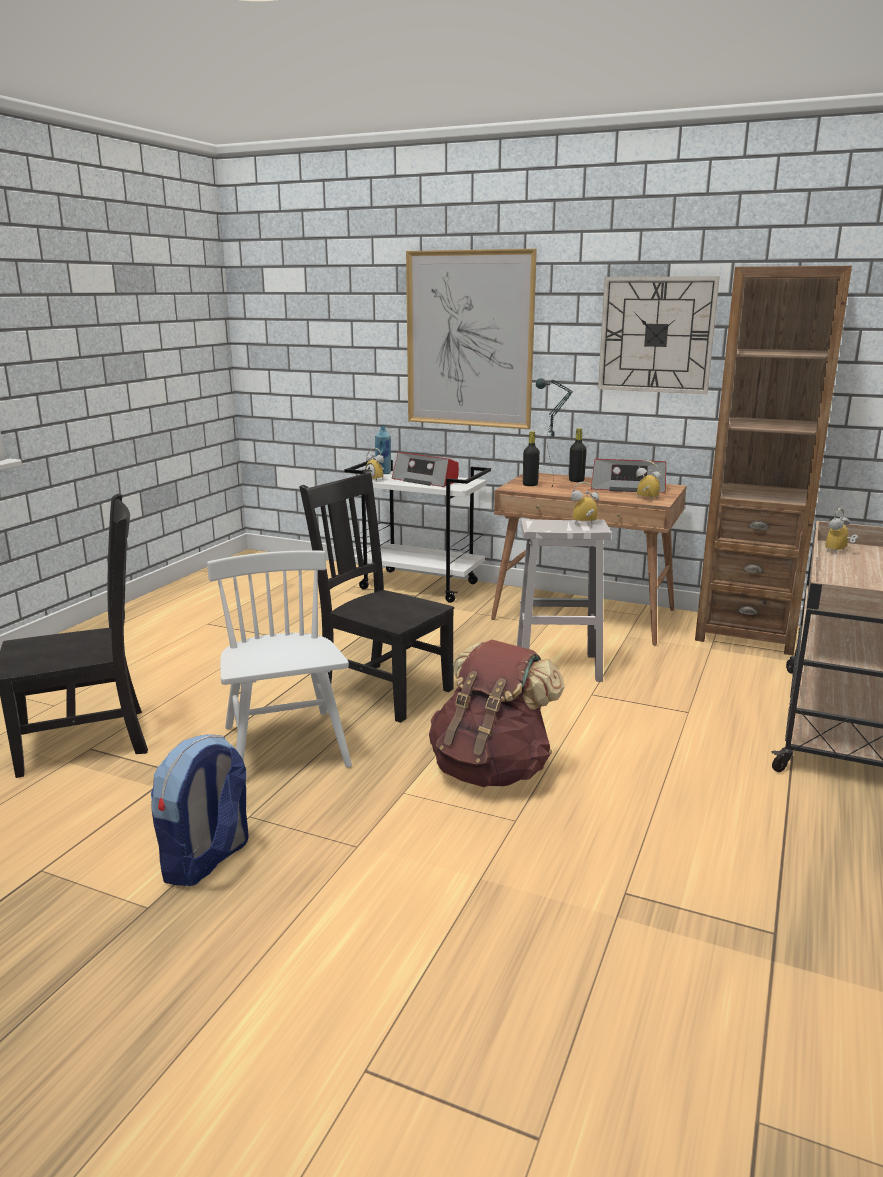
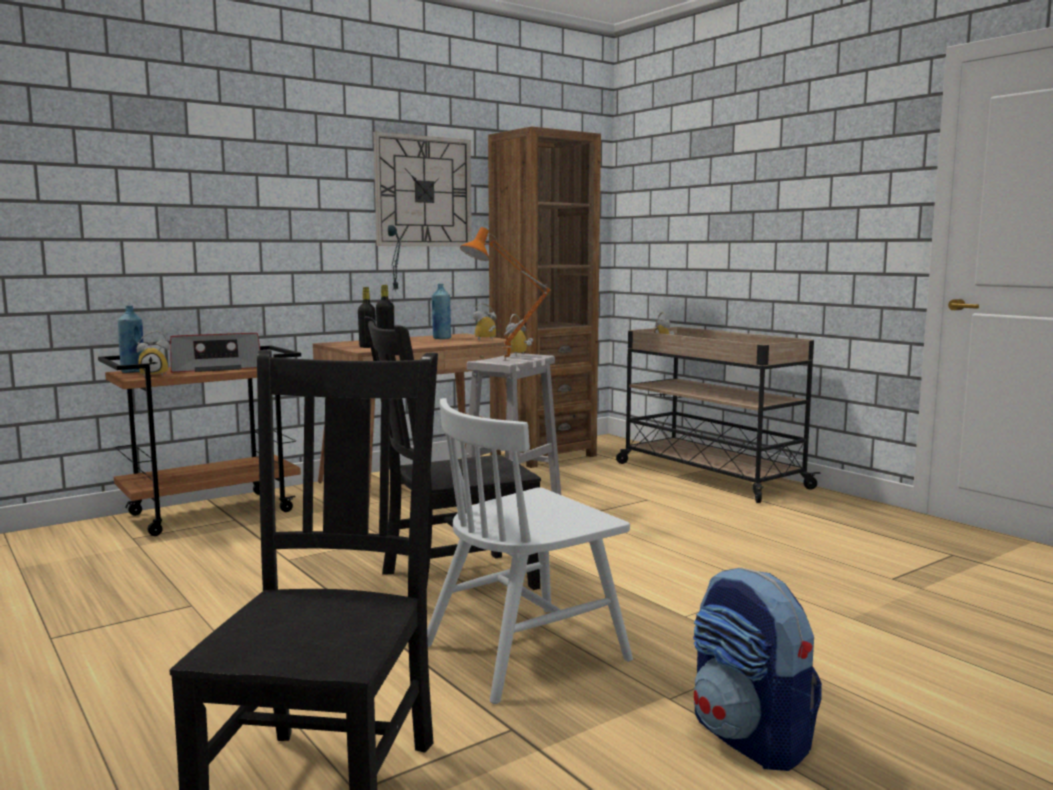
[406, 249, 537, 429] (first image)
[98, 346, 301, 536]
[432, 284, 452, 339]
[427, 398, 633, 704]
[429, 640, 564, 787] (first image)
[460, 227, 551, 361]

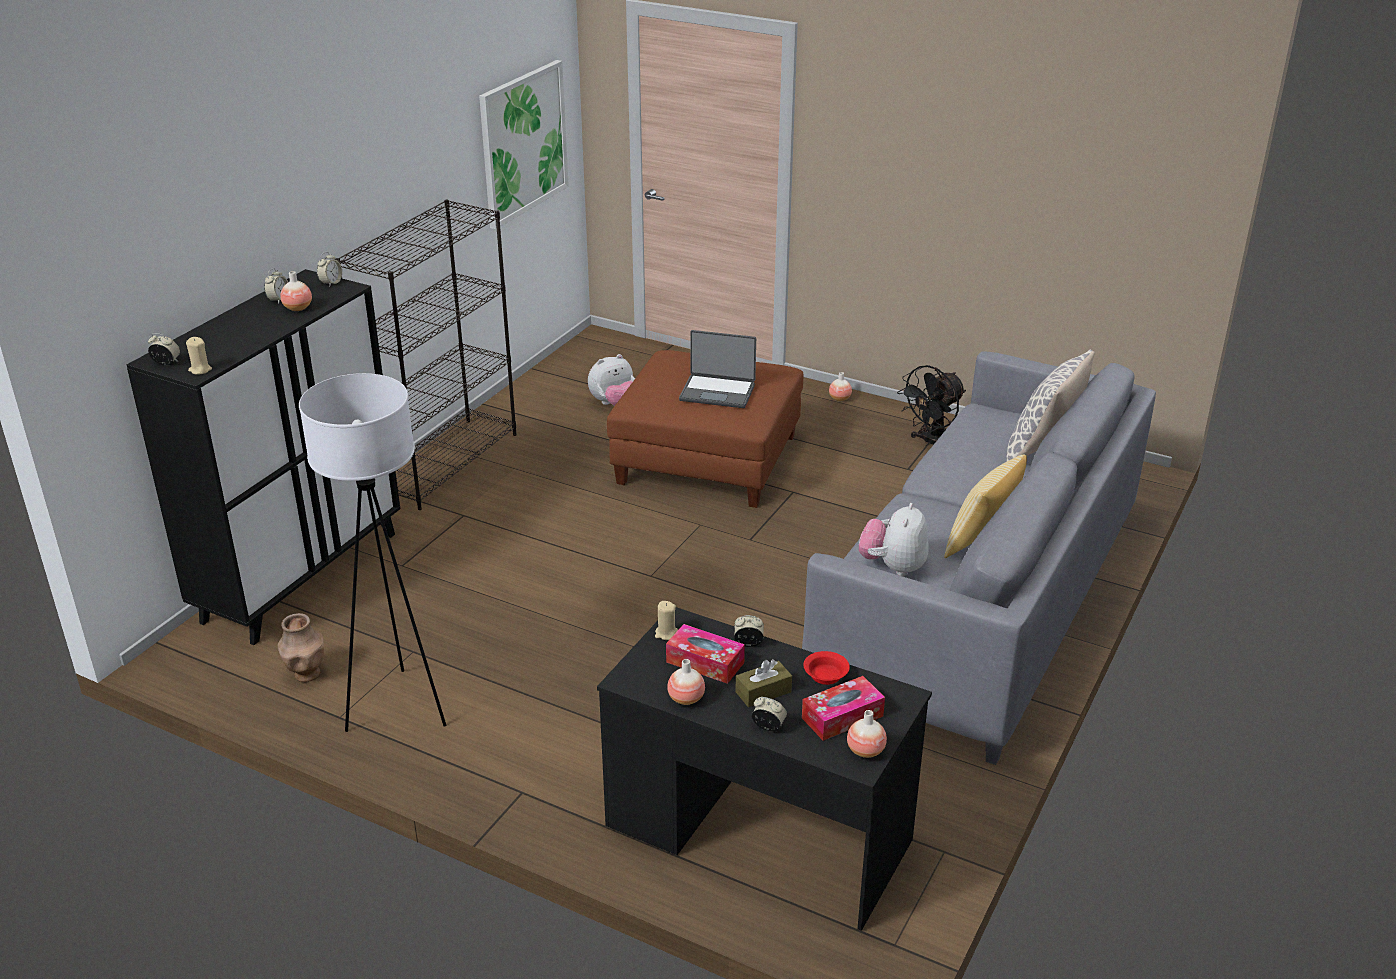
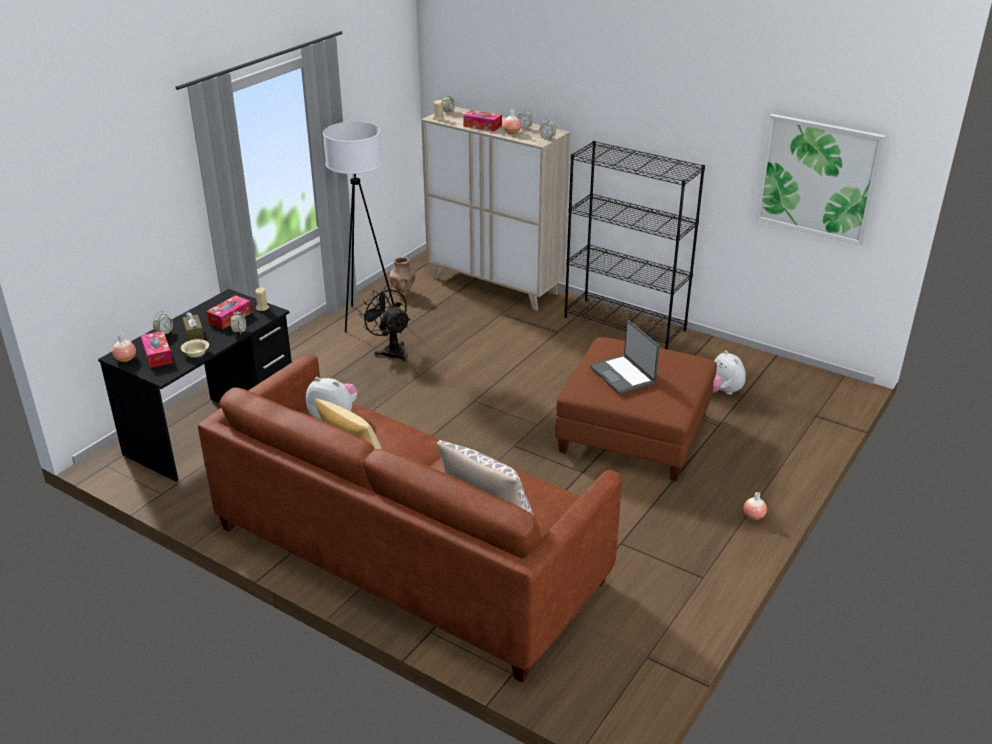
[421, 106, 570, 311]
[590, 320, 660, 394]
[198, 354, 622, 682]
[359, 286, 410, 362]
[181, 339, 209, 357]
[667, 659, 705, 705] (first image)
[463, 110, 502, 131]

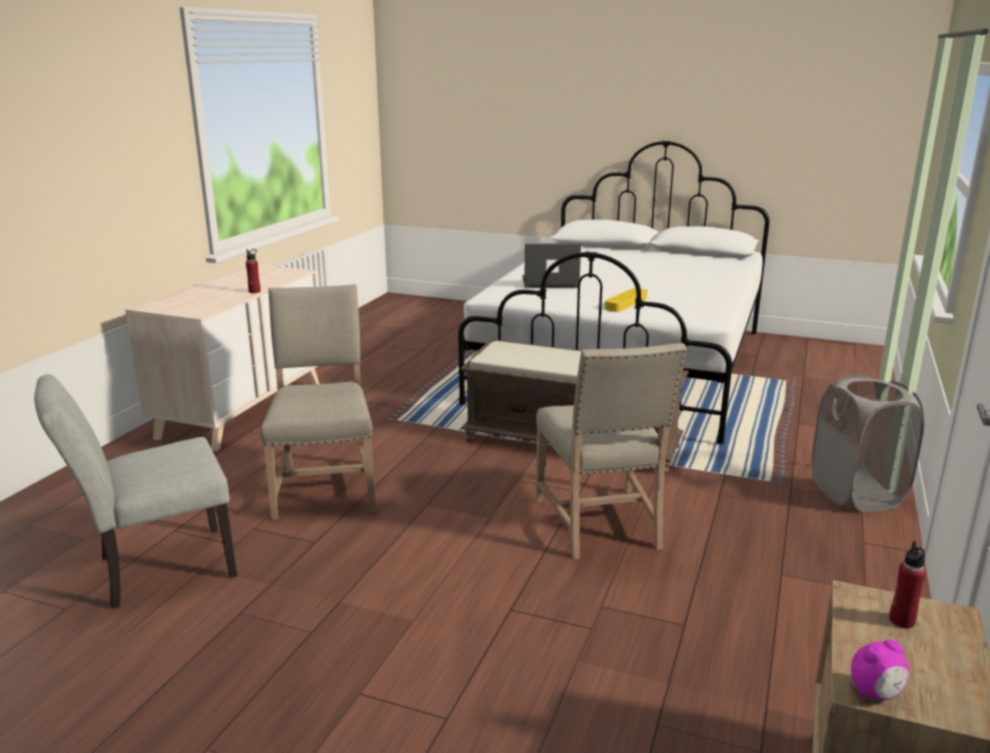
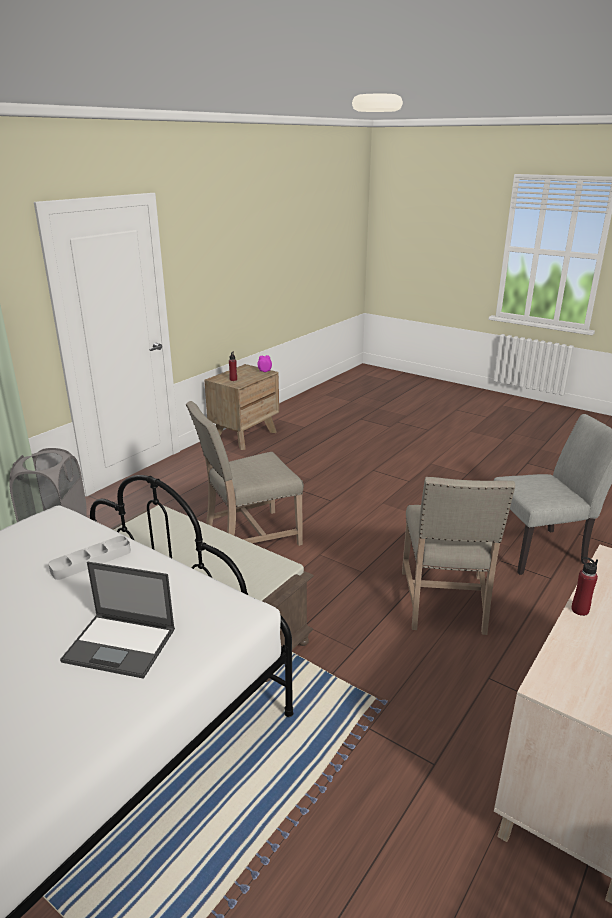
[48, 536, 131, 580]
[186, 401, 304, 546]

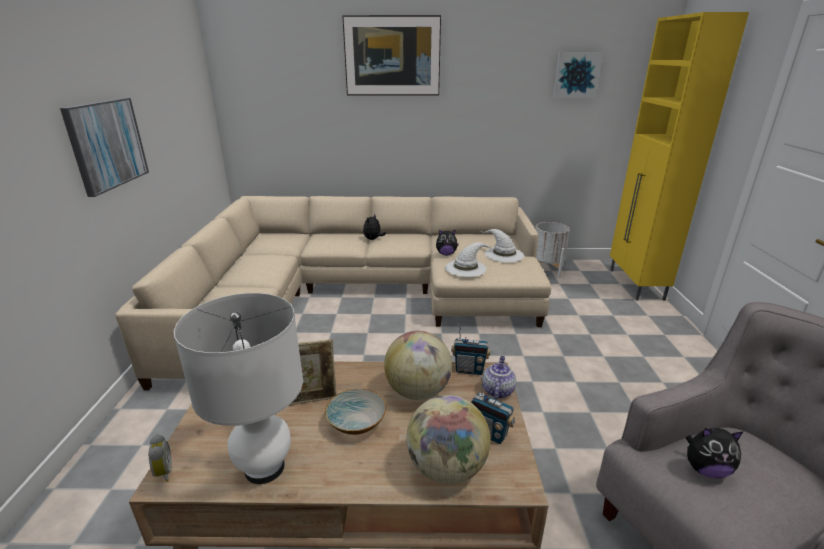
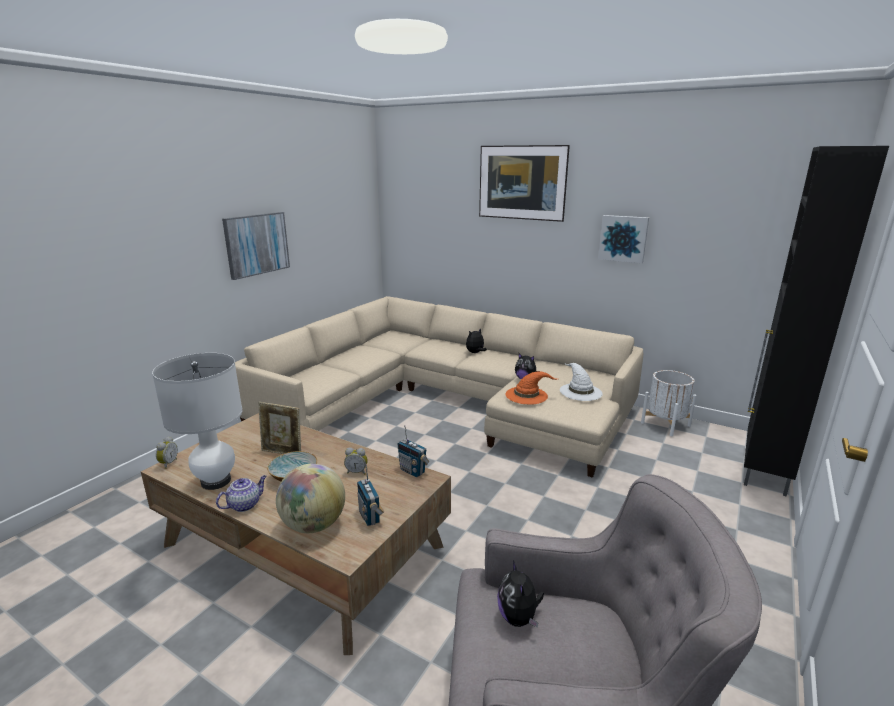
[744, 146, 889, 496]
[598, 215, 649, 263]
[505, 372, 557, 405]
[344, 447, 368, 475]
[216, 475, 267, 512]
[497, 560, 544, 628]

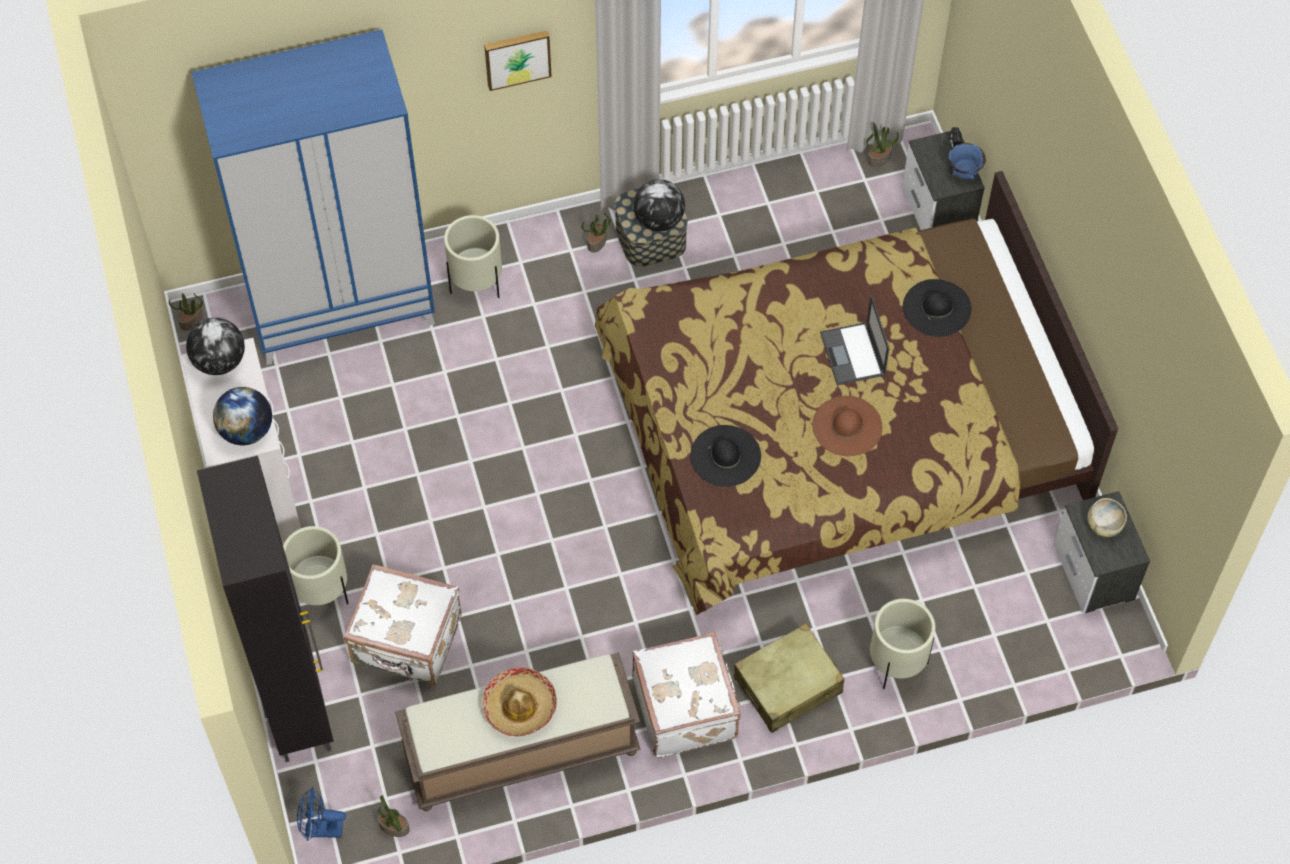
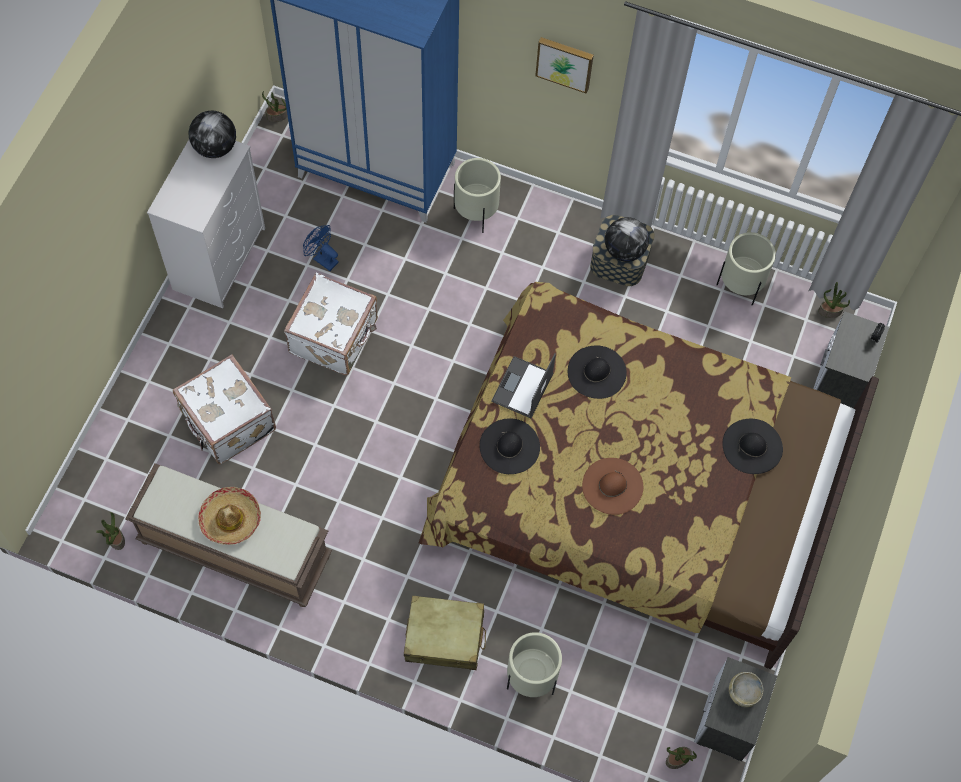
[949, 143, 986, 179] (first image)
[666, 747, 697, 769]
[491, 354, 556, 418]
[213, 387, 272, 445] (first image)
[197, 456, 334, 762] (first image)
[716, 232, 776, 305]
[284, 273, 378, 375]
[303, 225, 339, 271]
[568, 345, 627, 399]

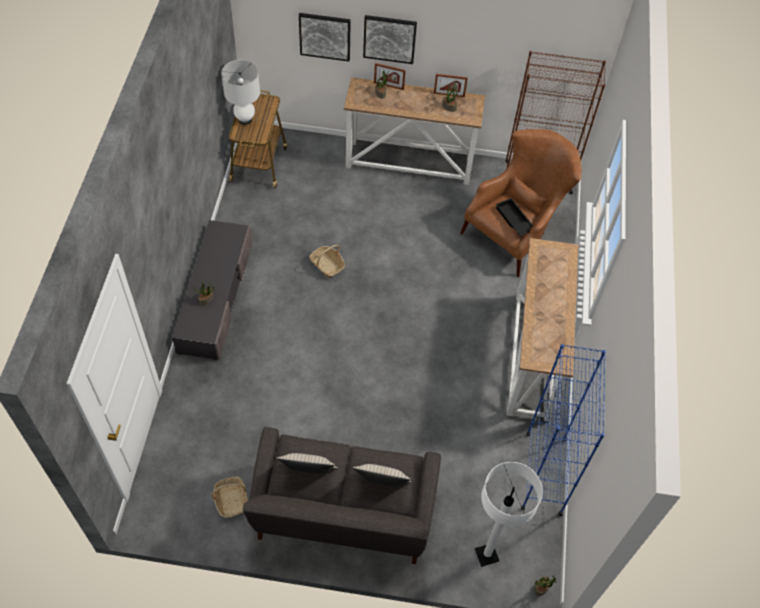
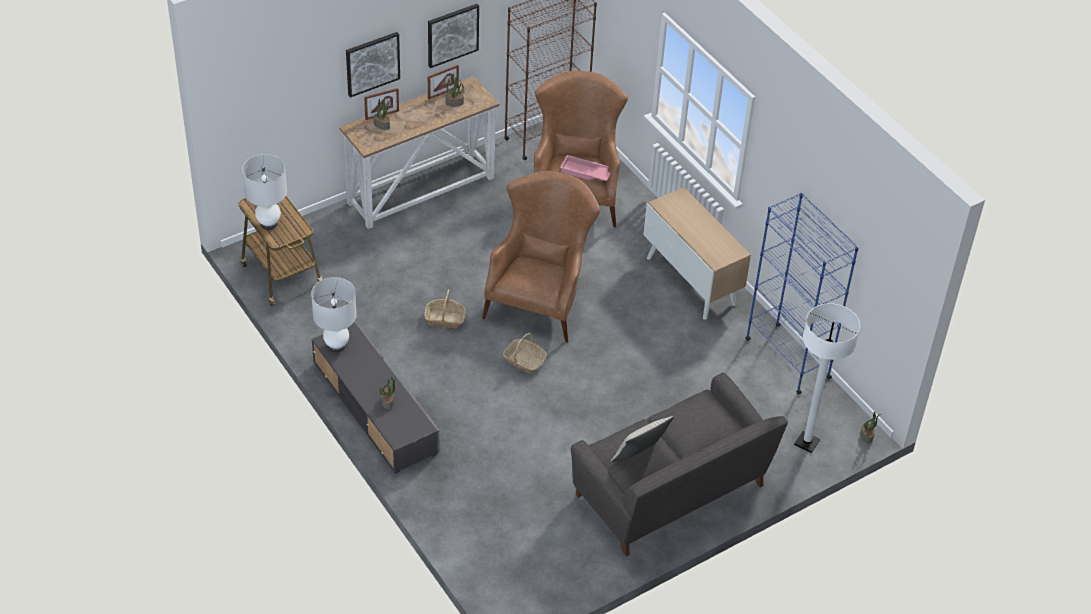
[428, 4, 479, 68]
[560, 155, 611, 181]
[643, 187, 751, 320]
[353, 464, 411, 486] (first image)
[503, 333, 547, 374]
[482, 171, 600, 342]
[311, 277, 357, 352]

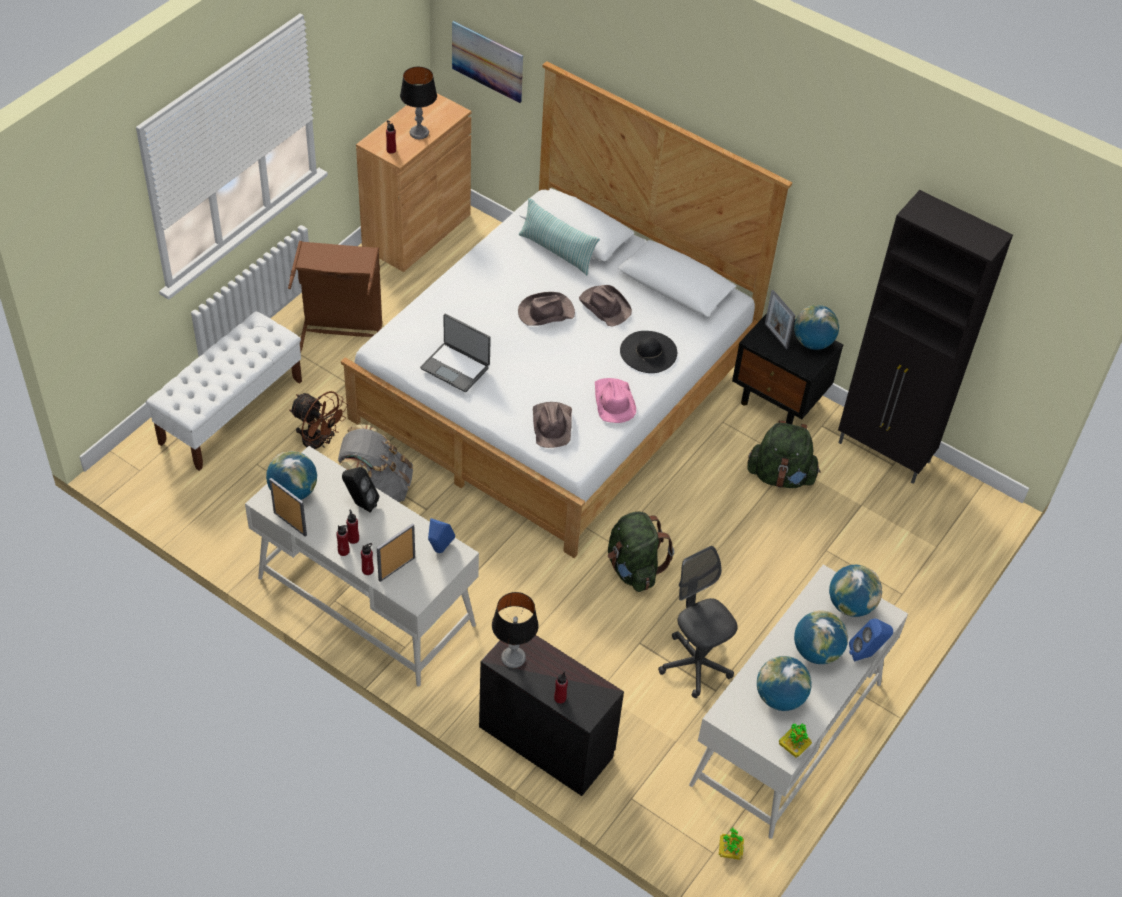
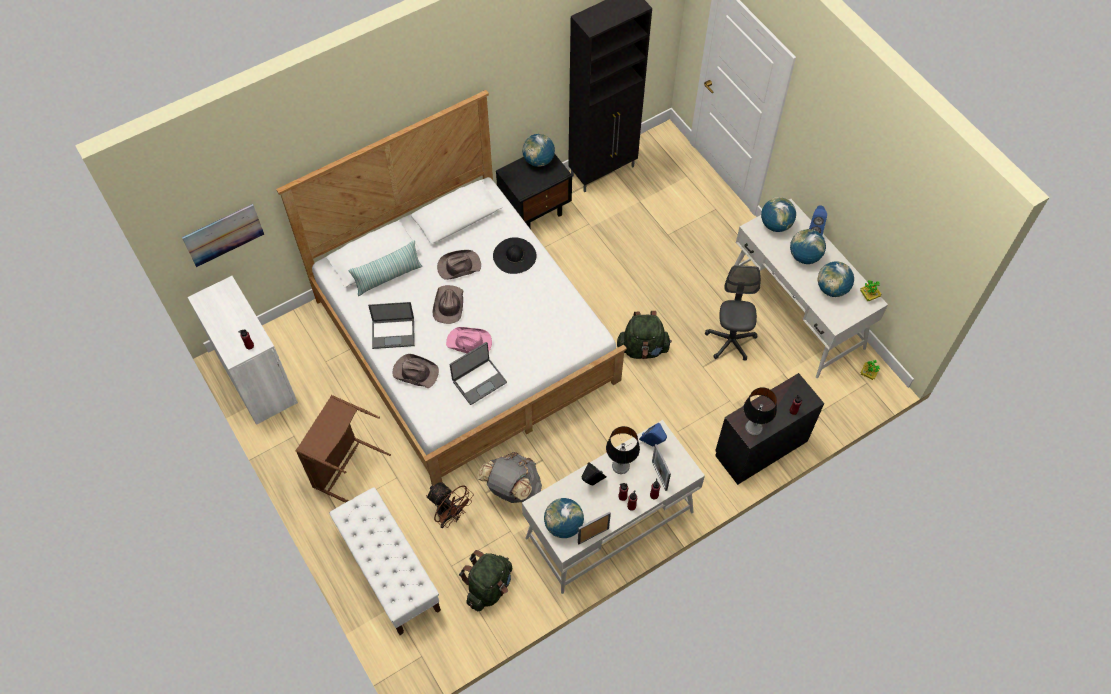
[606, 426, 640, 474]
[188, 276, 298, 425]
[765, 290, 795, 349] (first image)
[446, 327, 492, 353]
[426, 482, 474, 528]
[392, 354, 439, 388]
[459, 550, 512, 611]
[705, 265, 761, 360]
[368, 302, 415, 349]

